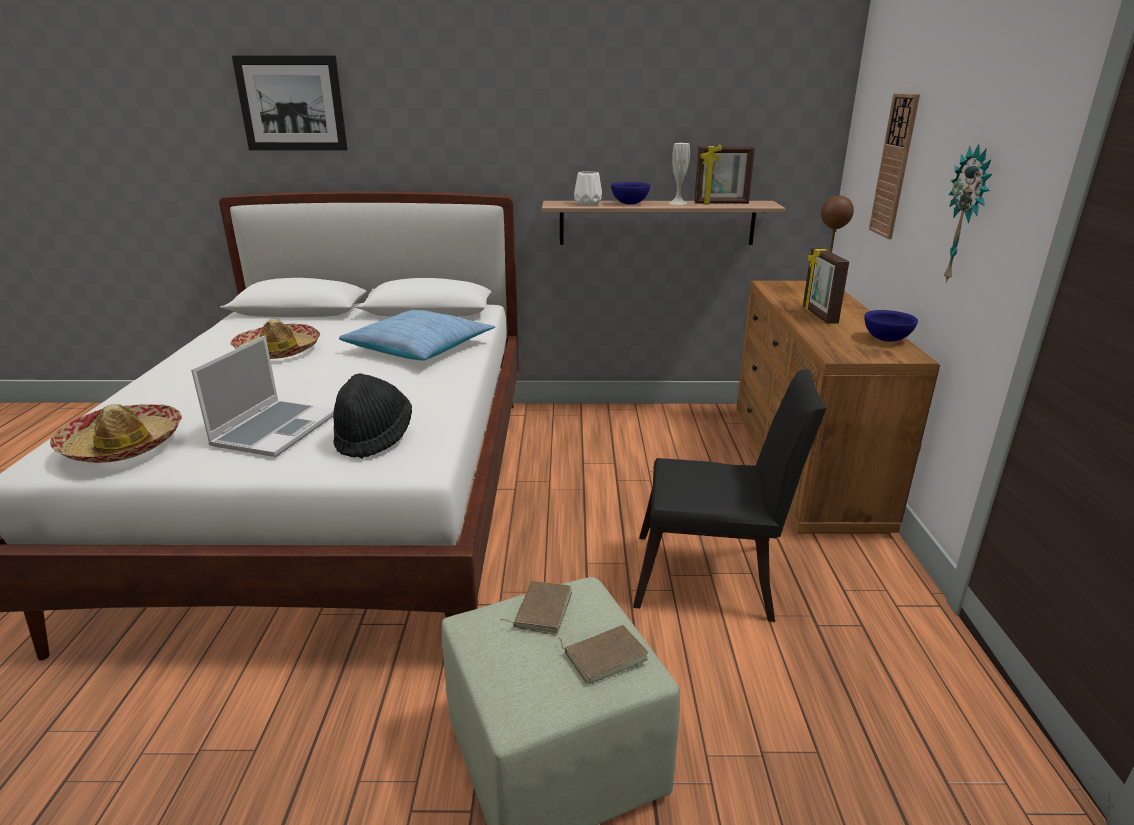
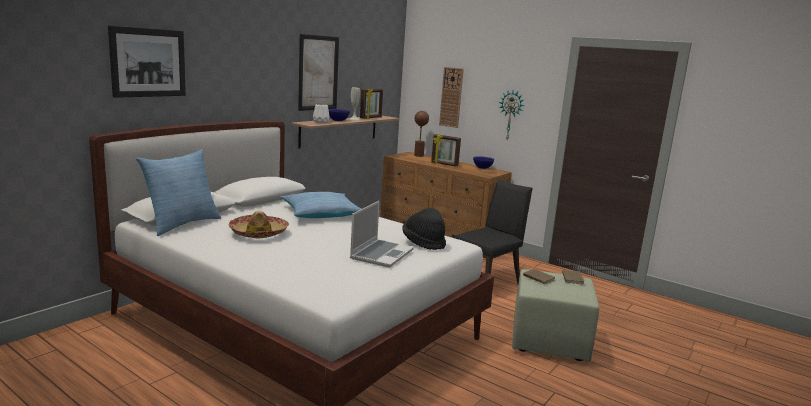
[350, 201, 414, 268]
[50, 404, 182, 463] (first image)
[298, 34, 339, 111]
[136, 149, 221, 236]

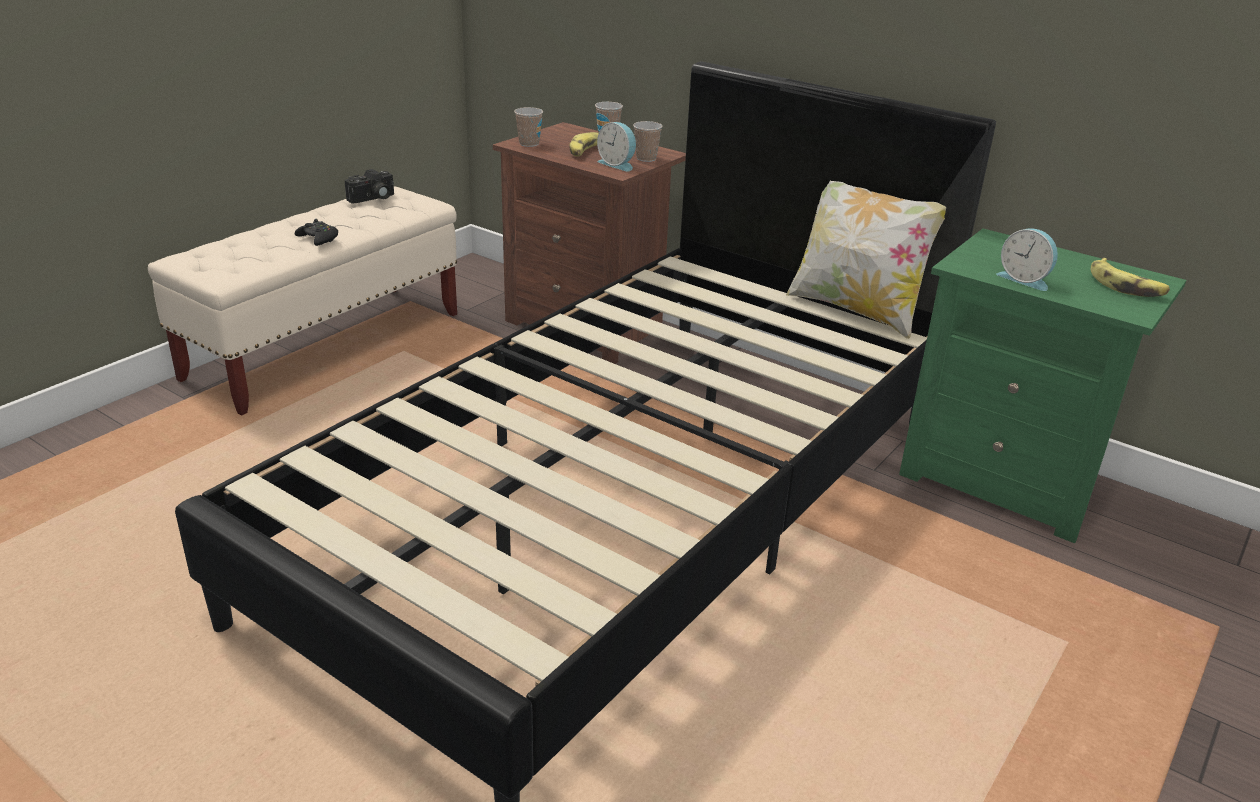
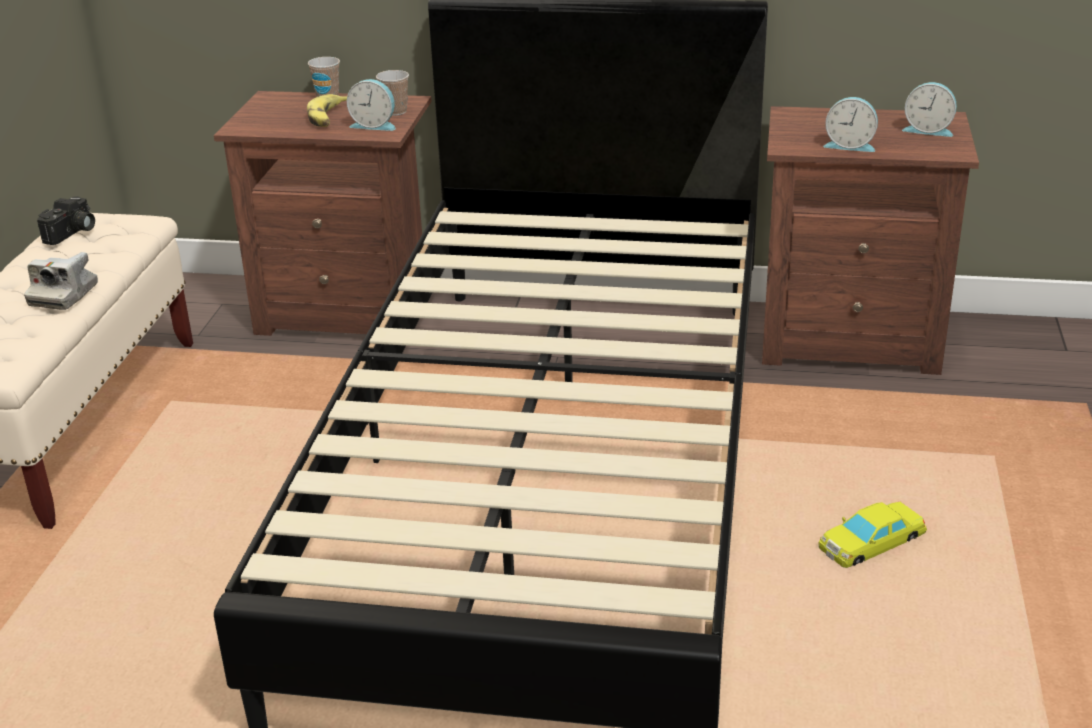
[514, 107, 543, 147] (first image)
[786, 181, 946, 339] (first image)
[24, 252, 98, 310]
[762, 106, 979, 375]
[902, 82, 957, 137]
[818, 502, 927, 568]

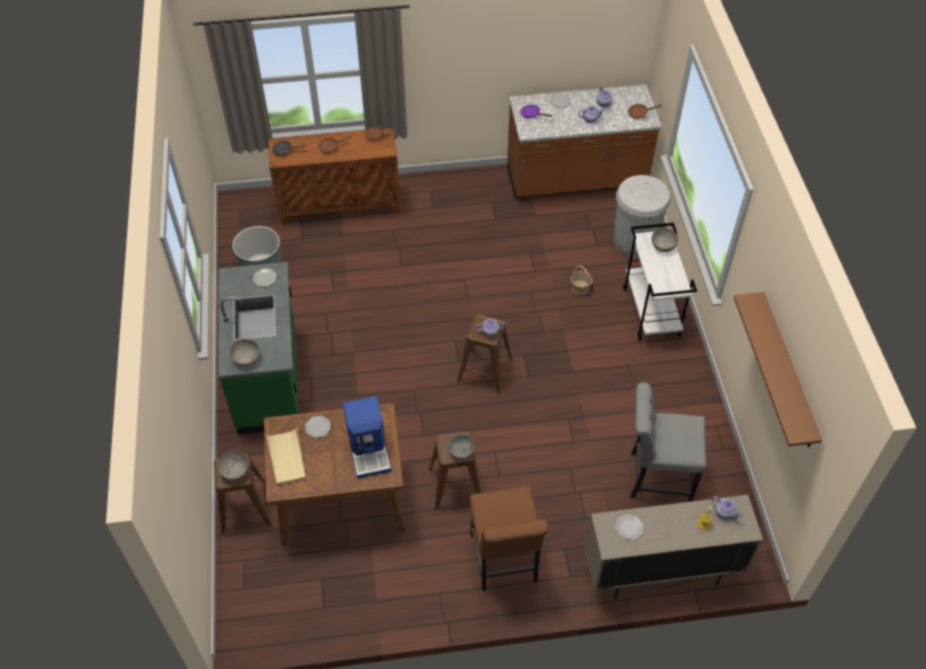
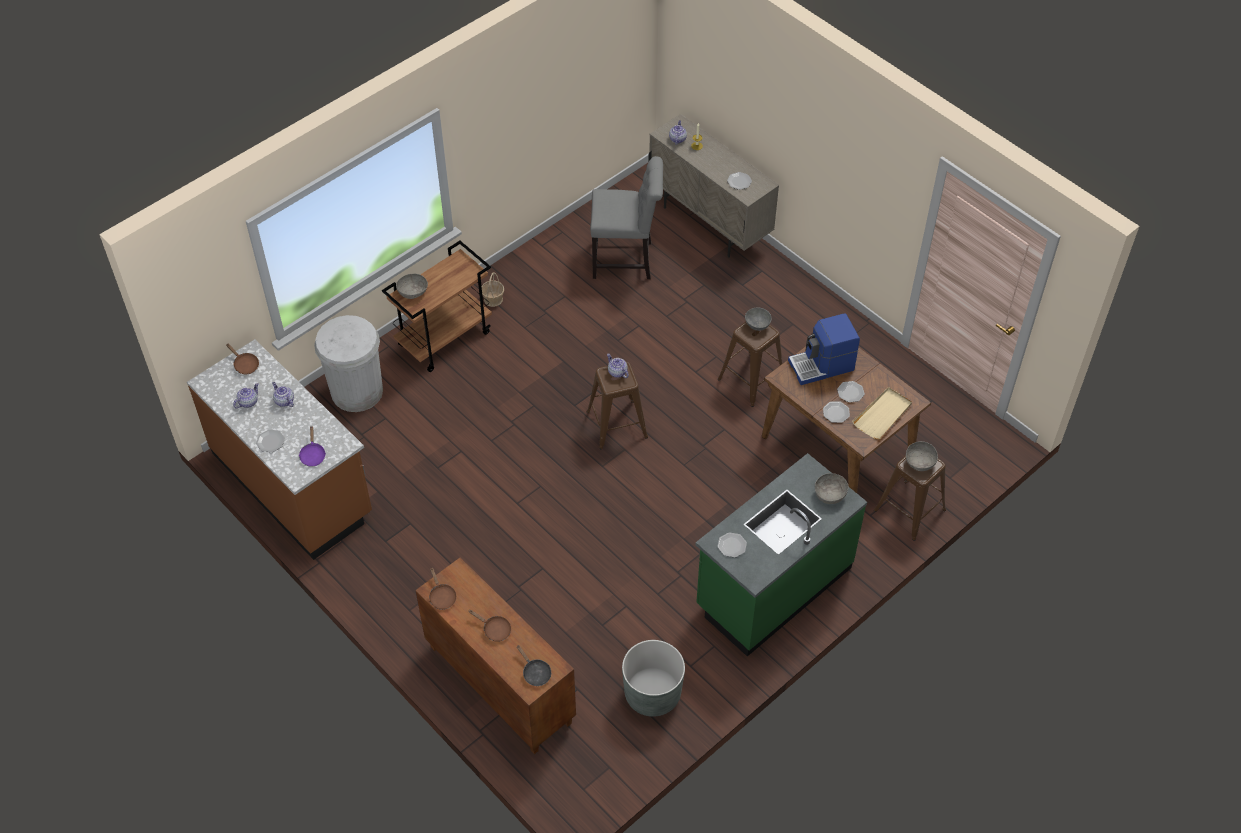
[382, 241, 492, 372]
[482, 272, 504, 307]
[734, 292, 822, 447] (first image)
[590, 156, 663, 279]
[788, 313, 860, 385]
[469, 486, 548, 591] (first image)
[837, 381, 865, 402]

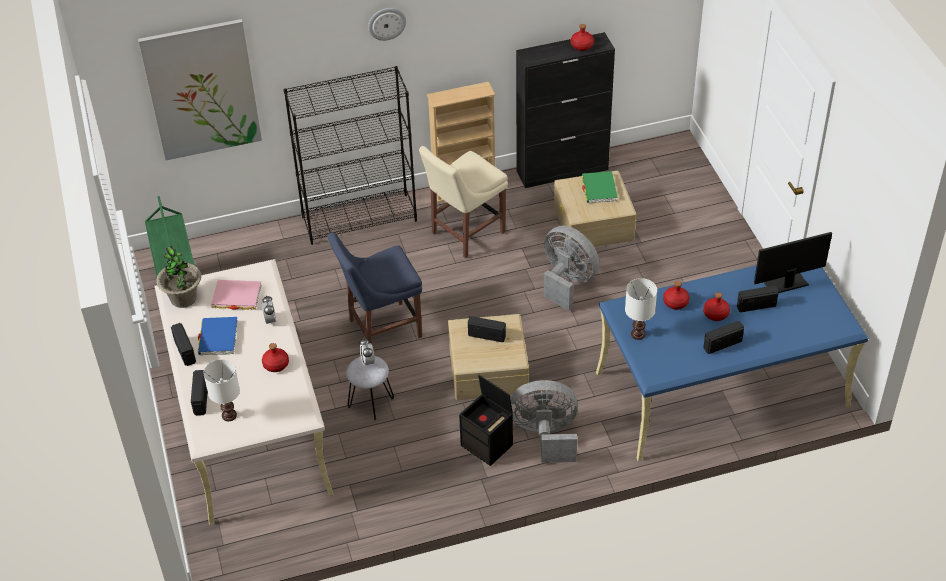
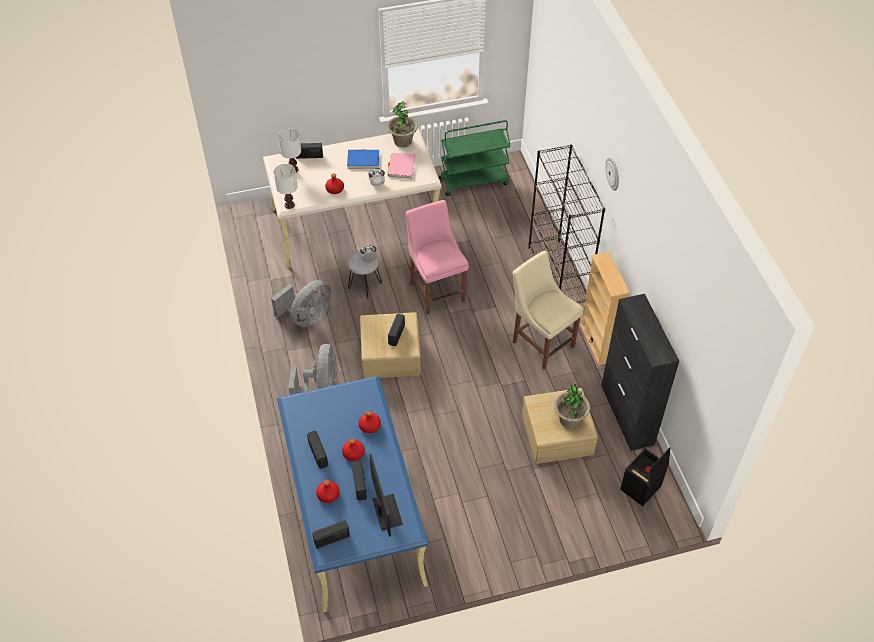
[138, 19, 262, 160] (first image)
[316, 480, 340, 503]
[554, 384, 590, 428]
[271, 280, 332, 327]
[406, 200, 469, 314]
[274, 164, 298, 209]
[312, 520, 350, 549]
[620, 447, 670, 506]

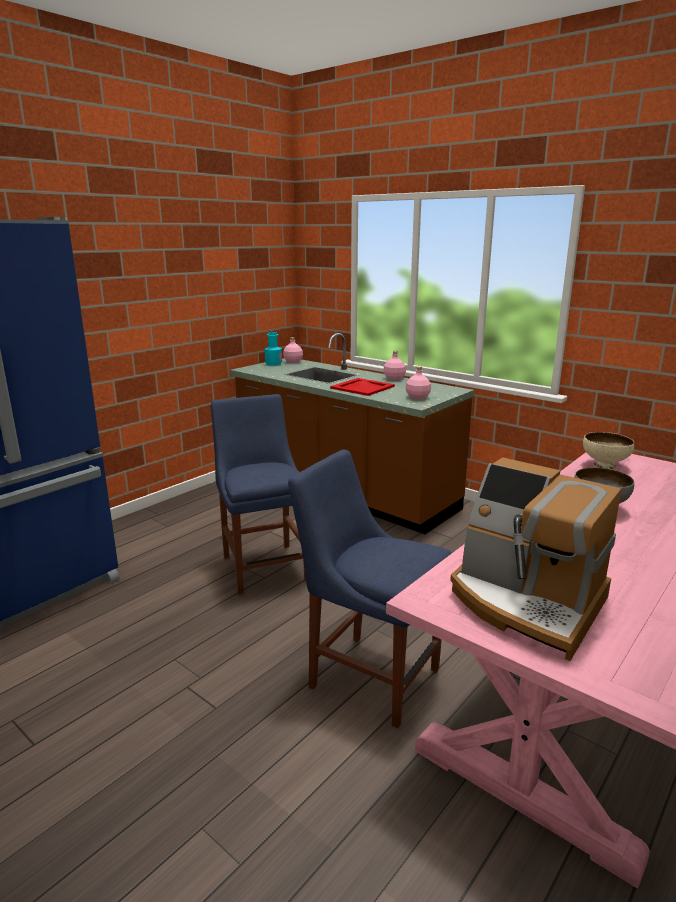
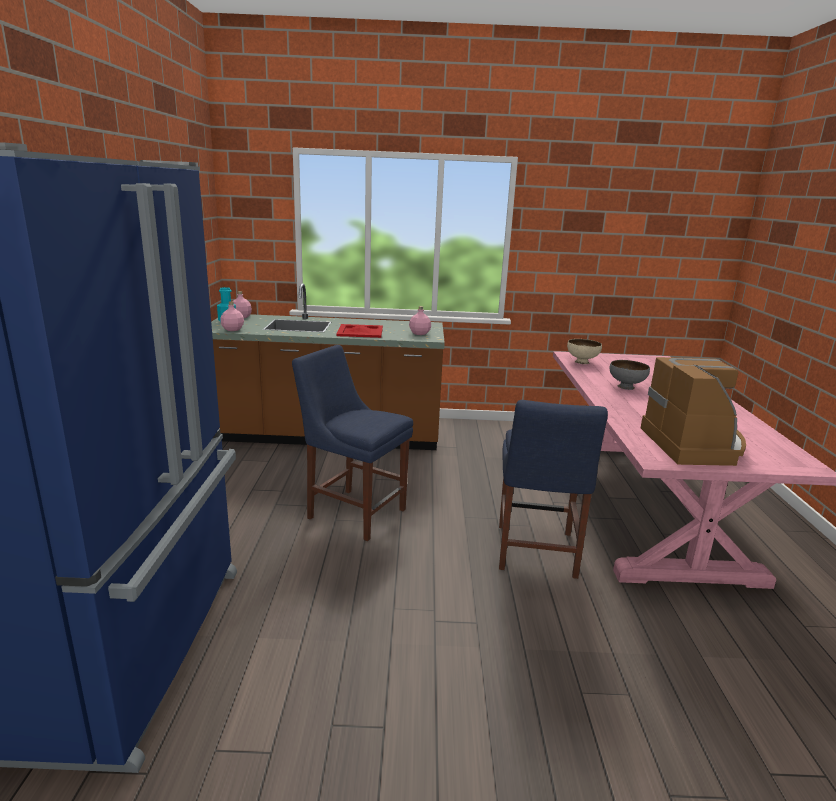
[220, 301, 244, 331]
[499, 400, 608, 579]
[641, 357, 746, 466]

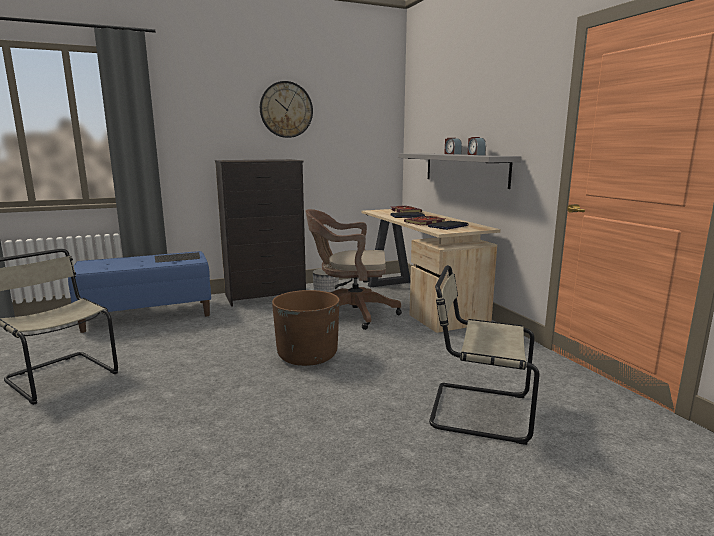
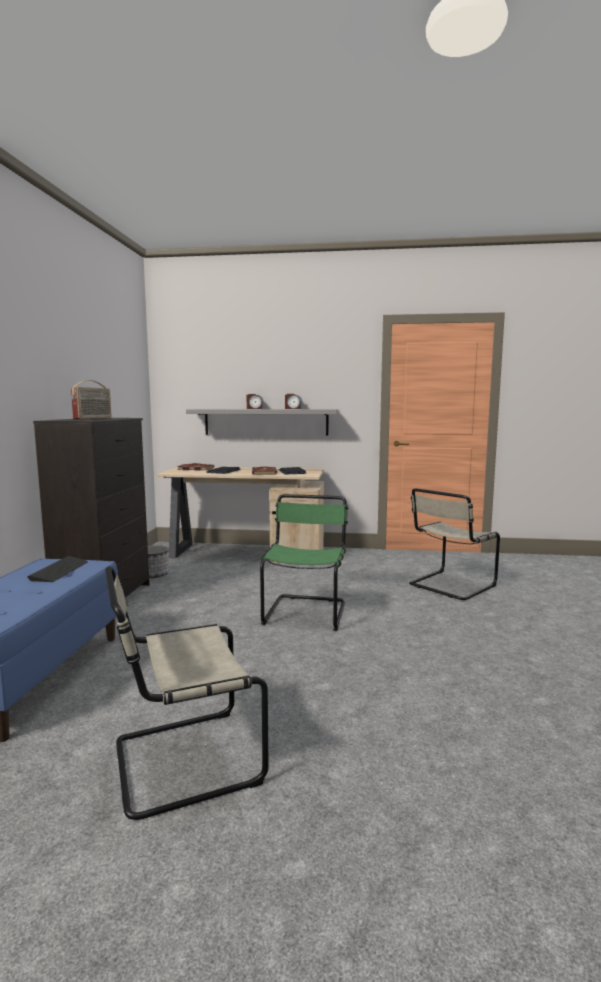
[260, 81, 313, 138] (first image)
[306, 209, 402, 330] (first image)
[260, 494, 348, 631]
[71, 380, 111, 419]

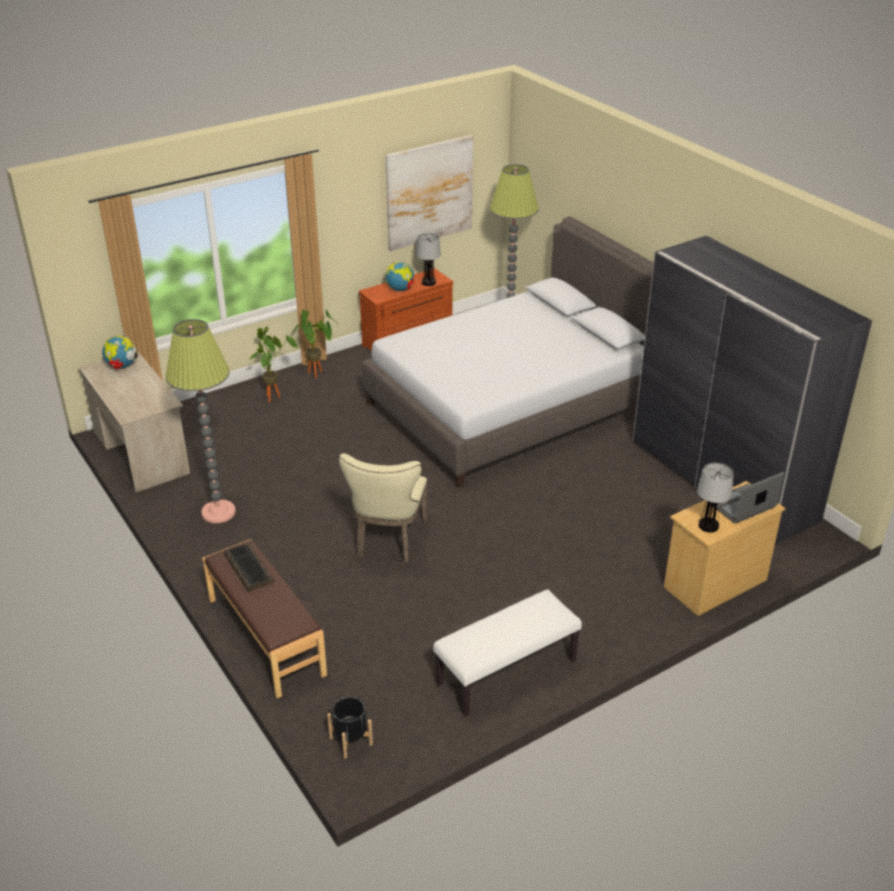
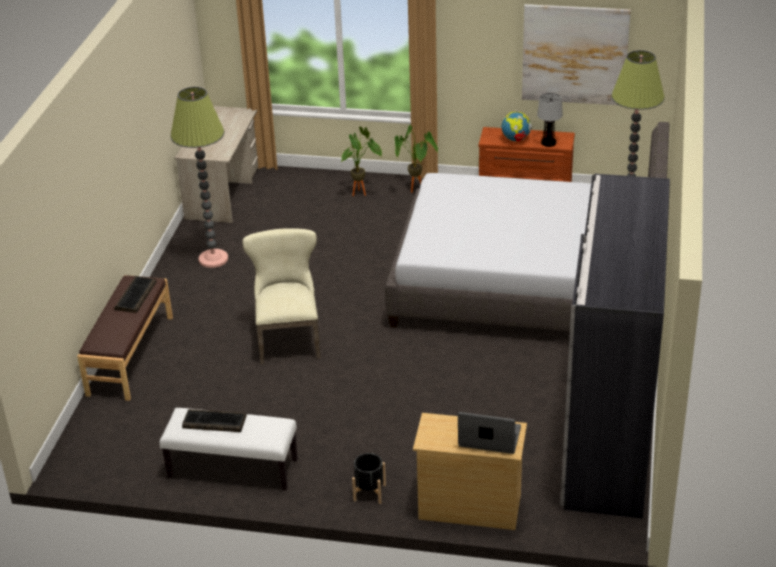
[102, 334, 138, 369] (first image)
[242, 228, 321, 364]
[697, 463, 734, 533] (first image)
[352, 453, 386, 504]
[182, 409, 247, 432]

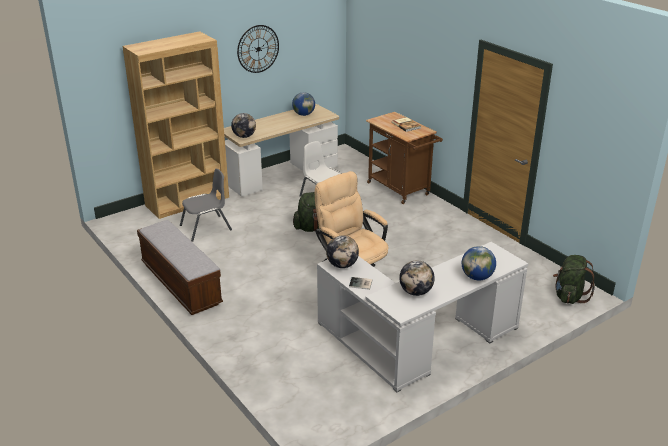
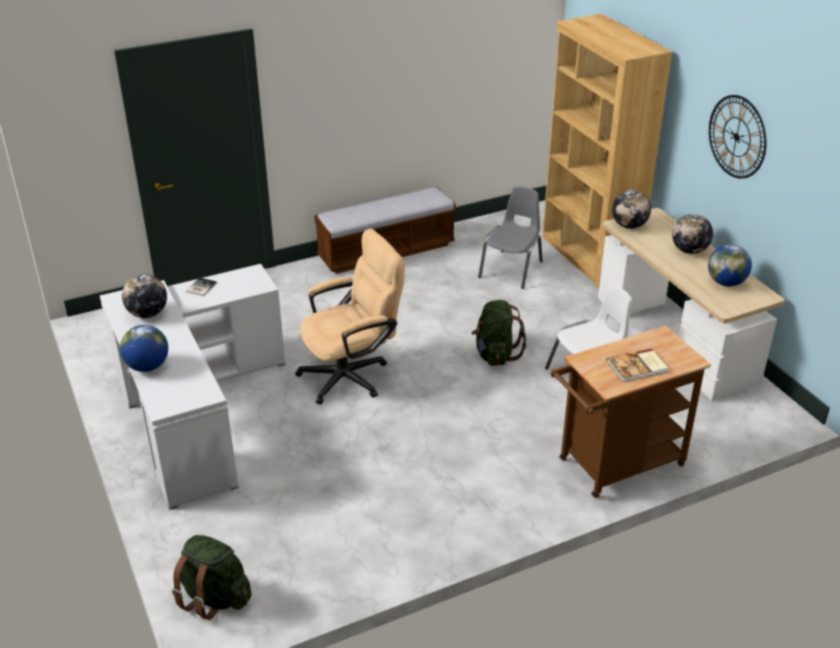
[478, 186, 543, 289]
[672, 214, 713, 254]

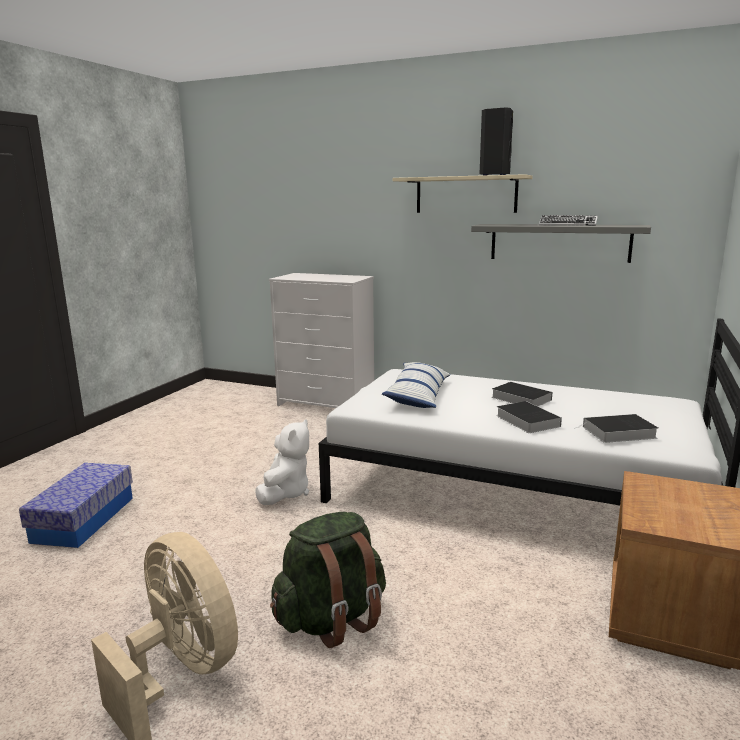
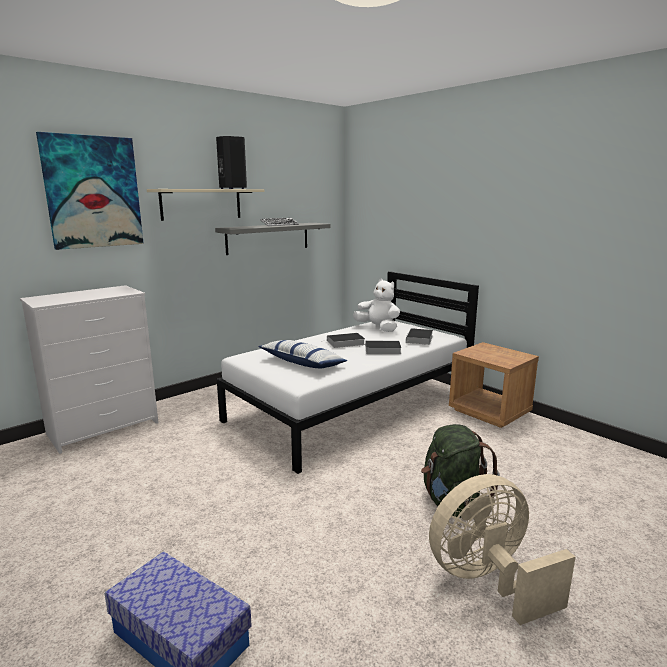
[353, 279, 400, 332]
[36, 132, 144, 250]

